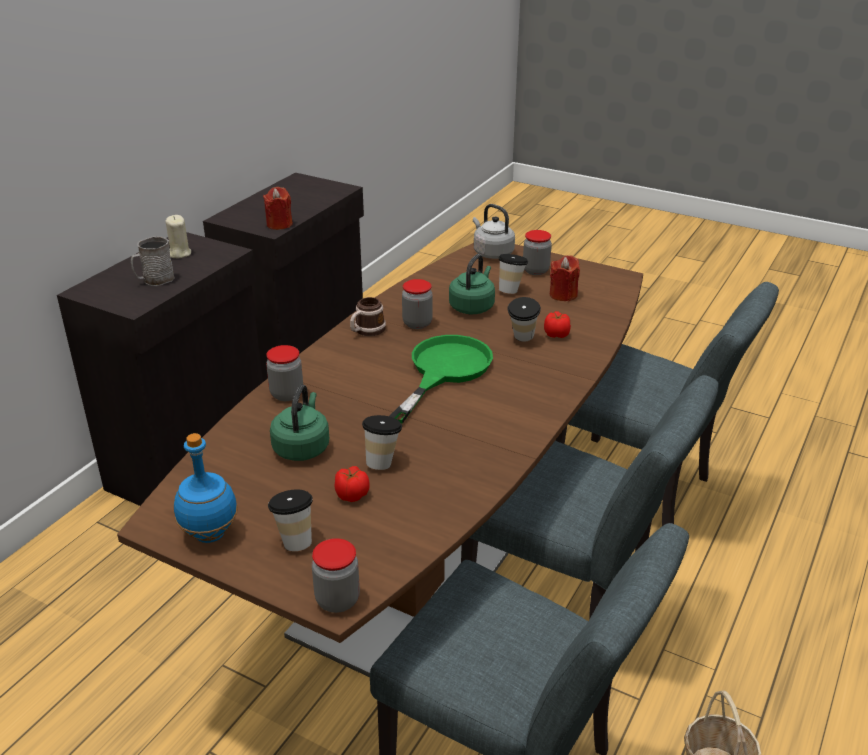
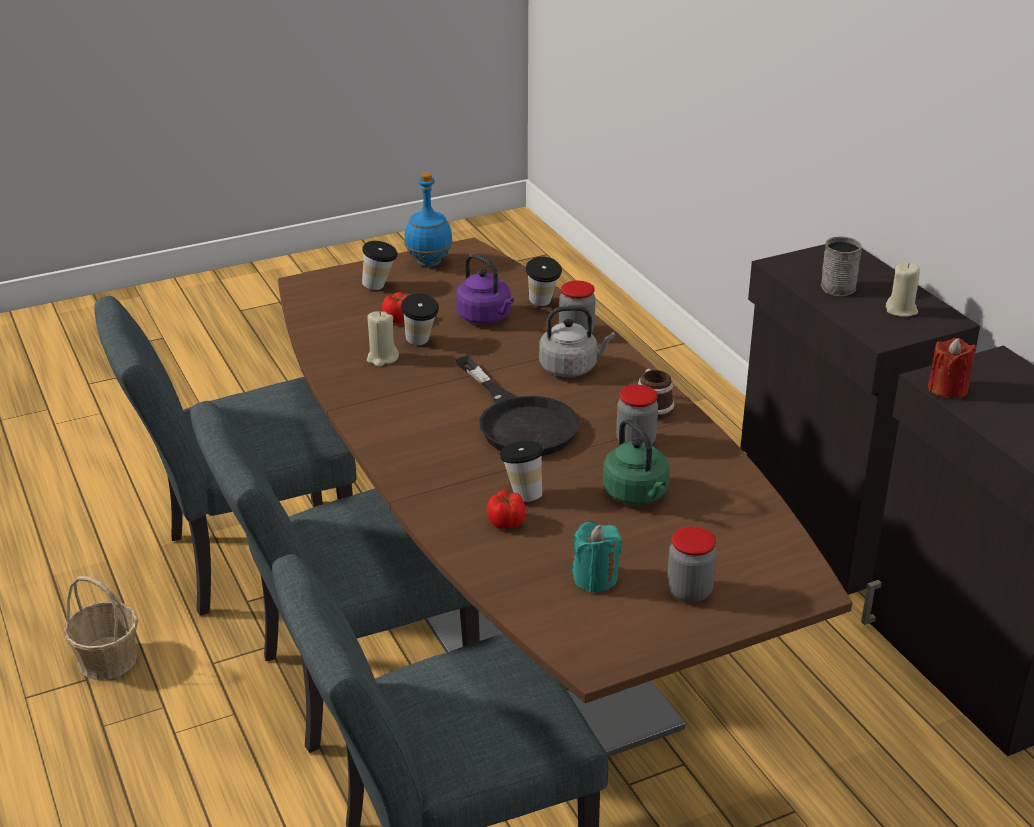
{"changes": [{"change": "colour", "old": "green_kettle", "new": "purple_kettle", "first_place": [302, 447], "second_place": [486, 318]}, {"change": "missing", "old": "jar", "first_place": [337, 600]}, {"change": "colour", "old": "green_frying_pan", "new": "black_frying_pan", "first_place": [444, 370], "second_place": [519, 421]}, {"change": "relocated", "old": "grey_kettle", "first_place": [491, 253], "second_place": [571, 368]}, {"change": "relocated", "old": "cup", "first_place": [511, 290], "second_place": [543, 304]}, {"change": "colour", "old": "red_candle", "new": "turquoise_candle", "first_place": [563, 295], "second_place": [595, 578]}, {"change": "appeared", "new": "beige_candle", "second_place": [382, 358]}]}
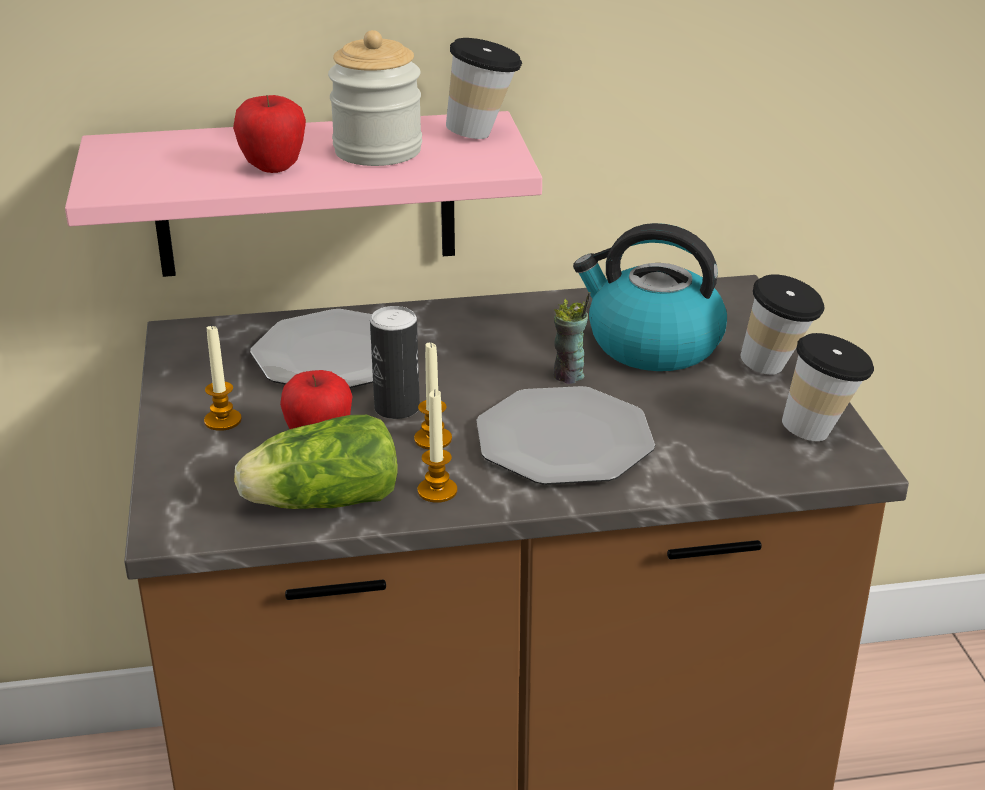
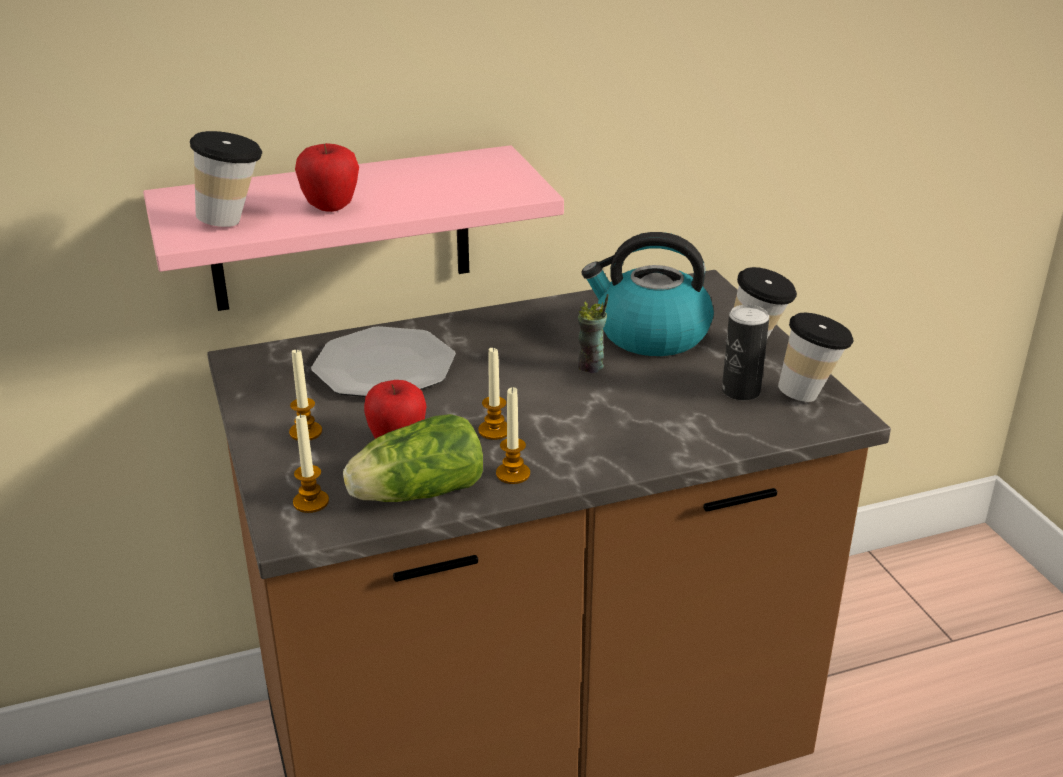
{"changes": [{"change": "missing", "old": "jar", "first_place": [378, 151]}, {"change": "relocated", "old": "can", "first_place": [397, 408], "second_place": [741, 391]}, {"change": "relocated", "old": "cup", "first_place": [483, 134], "second_place": [234, 221]}, {"change": "missing", "old": "plate", "first_place": [564, 440]}, {"change": "appeared", "new": "candle", "second_place": [311, 502]}]}
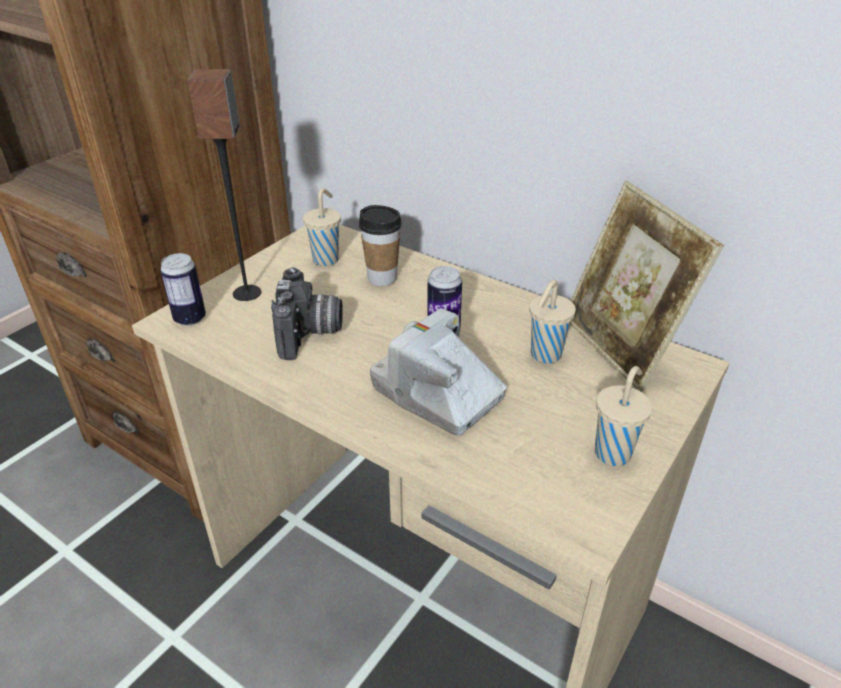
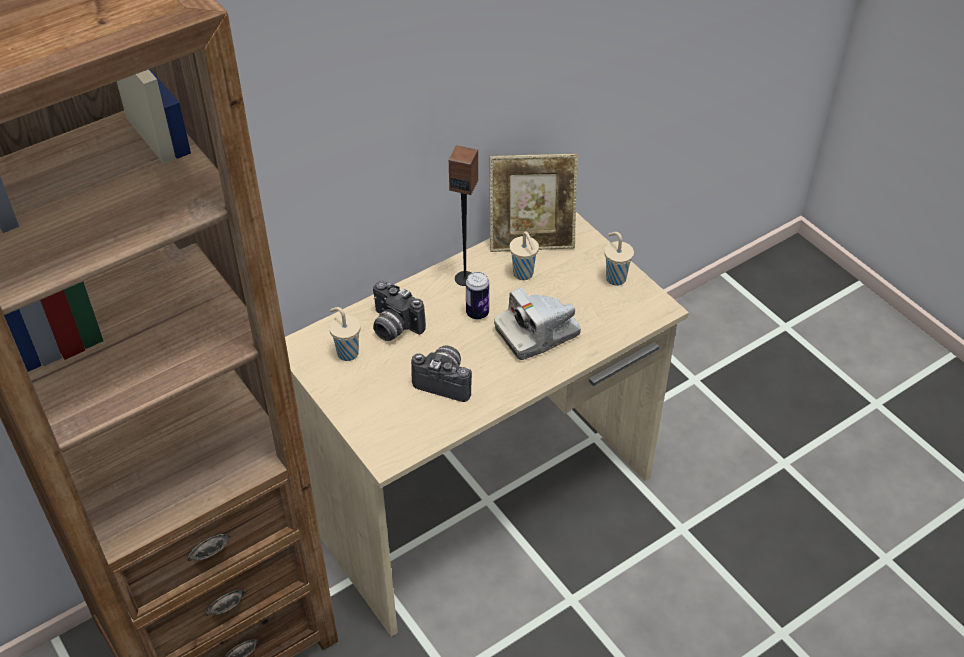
{"changes": [{"change": "missing", "old": "can", "first_place": [190, 319]}, {"change": "relocated", "old": "speaker", "first_place": [247, 293], "second_place": [465, 278]}, {"change": "exchanged", "old": "cup", "new": "photo_camera", "first_place": [382, 278], "second_place": [393, 327]}]}
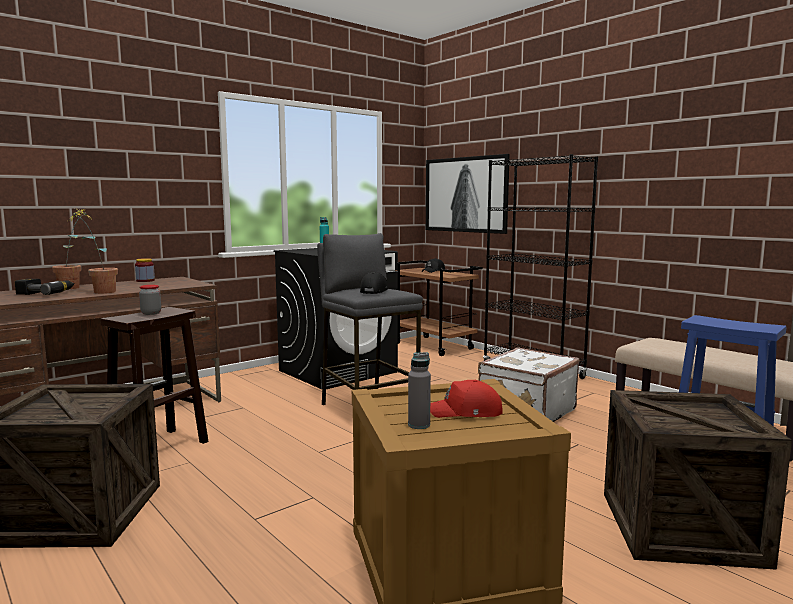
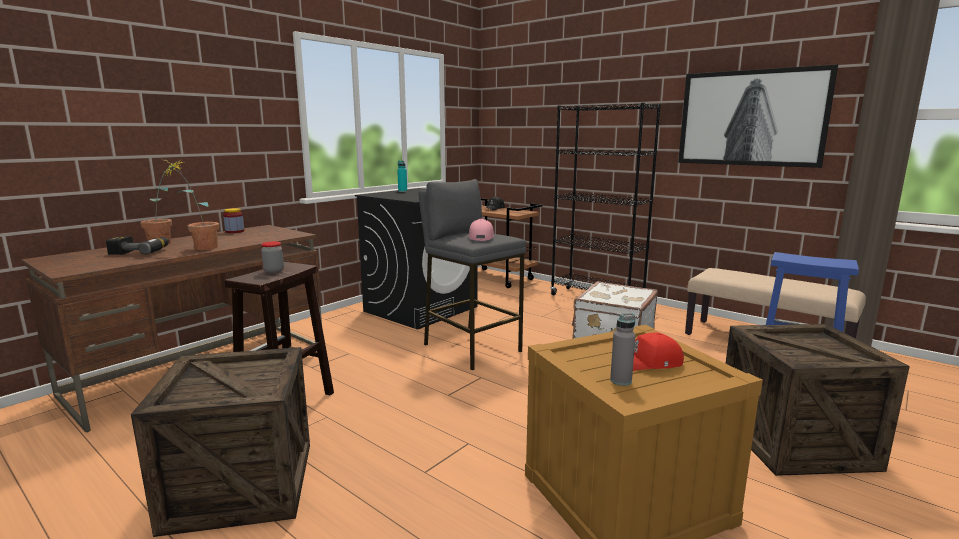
{"changes": [{"change": "colour", "old": "black_cap", "new": "pink_cap", "first_place": [373, 291], "second_place": [480, 237]}, {"change": "relocated", "old": "picture", "first_place": [466, 194], "second_place": [751, 118]}]}
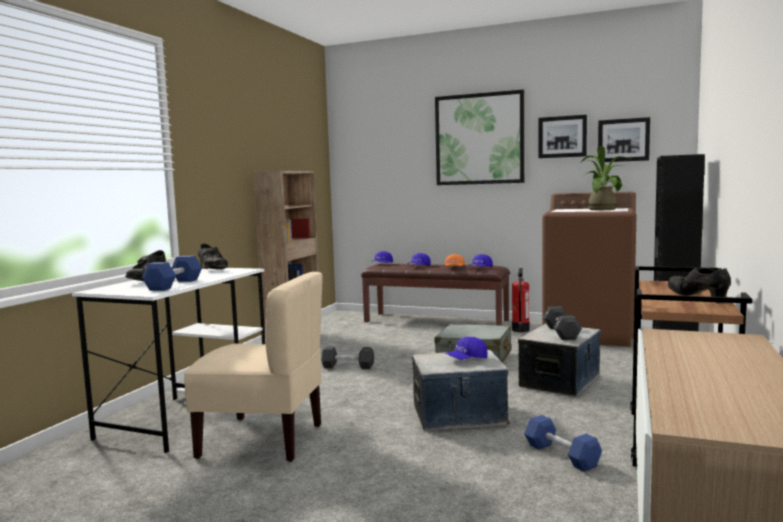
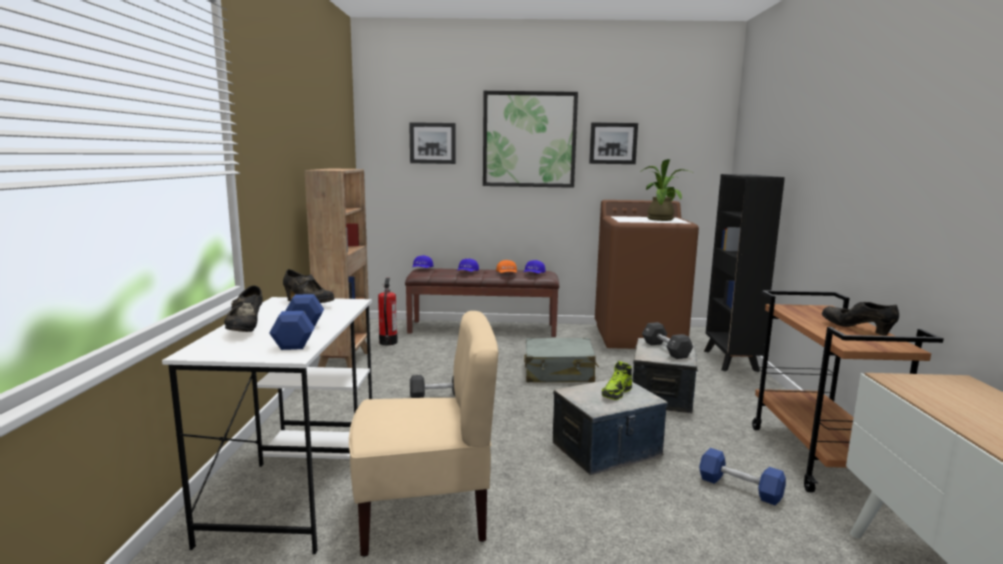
{"changes": [{"change": "exchanged", "old": "blue_cap", "new": "shoe", "first_place": [466, 359], "second_place": [617, 393]}, {"change": "relocated", "old": "fire_extinguisher", "first_place": [520, 330], "second_place": [388, 342]}, {"change": "relocated", "old": "picture", "first_place": [623, 140], "second_place": [433, 143]}]}
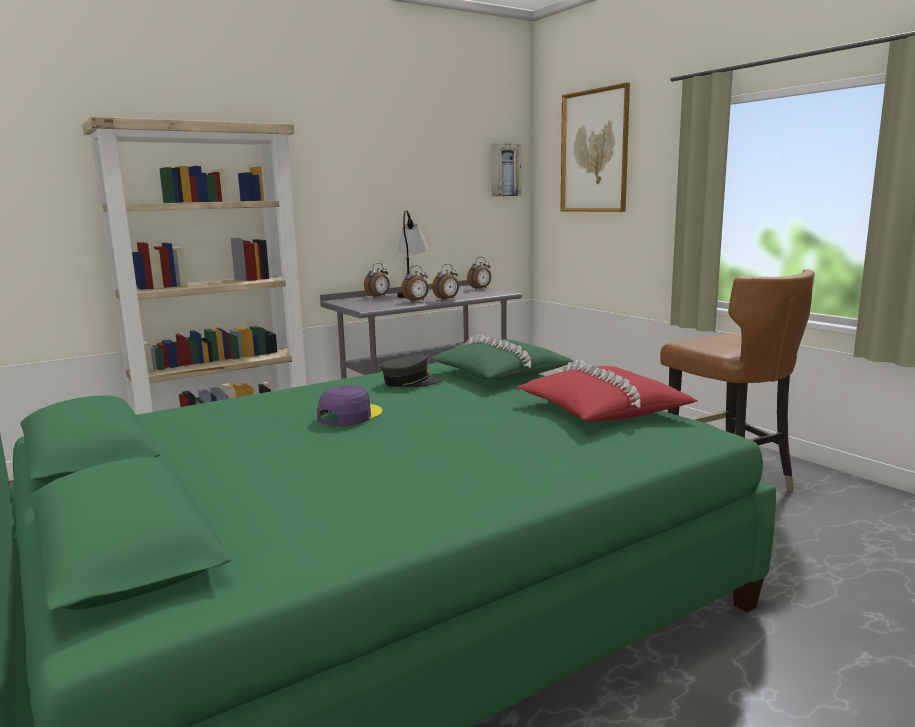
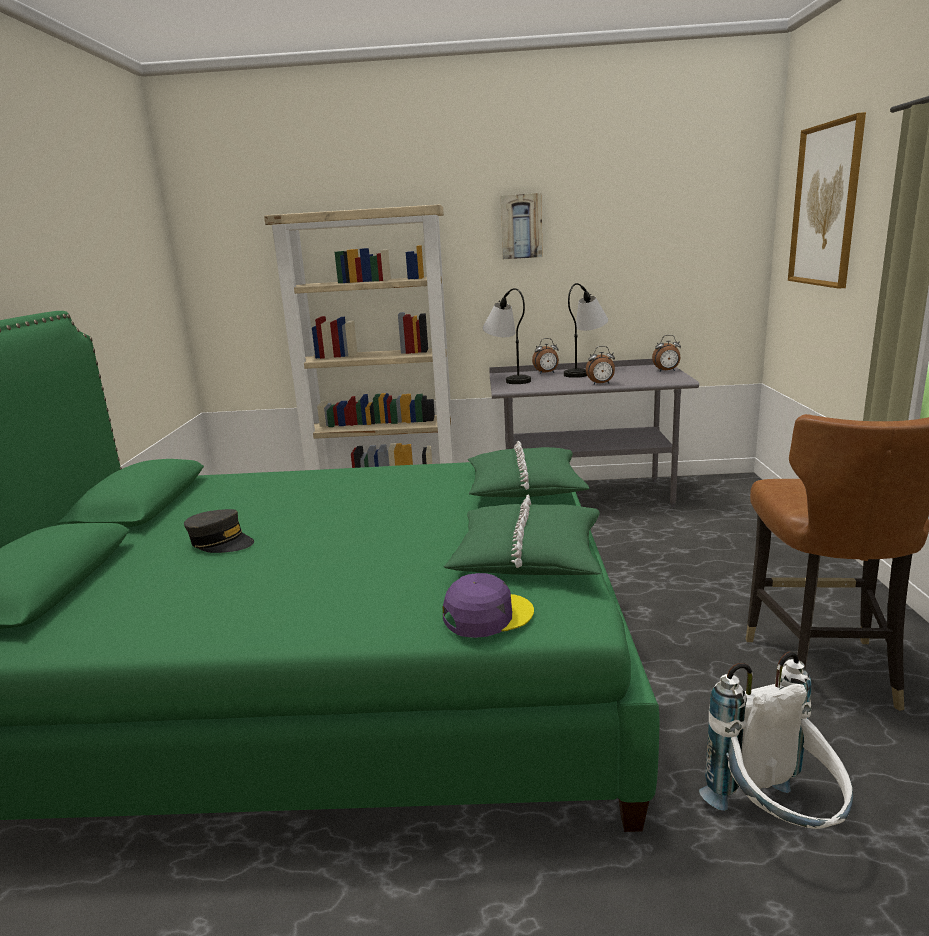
{"changes": [{"change": "relocated", "old": "purple_cap", "first_place": [349, 415], "second_place": [487, 615]}, {"change": "relocated", "old": "grey_cap", "first_place": [411, 382], "second_place": [221, 542]}, {"change": "missing", "old": "alarm_clock", "first_place": [416, 301]}, {"change": "relocated", "old": "picture", "first_place": [504, 170], "second_place": [521, 226]}, {"change": "colour", "old": "red_pillow", "new": "green_pillow", "first_place": [601, 410], "second_place": [527, 555]}, {"change": "appeared", "new": "table_lamp", "second_place": [508, 379]}, {"change": "appeared", "new": "white_backpack", "second_place": [776, 822]}]}
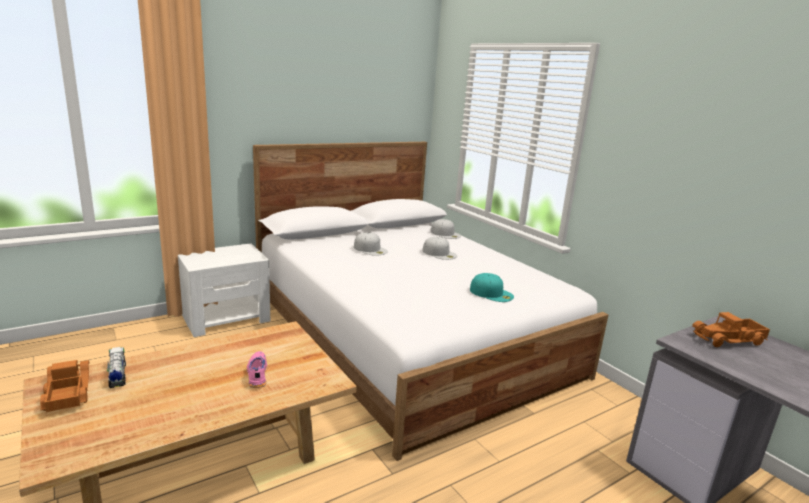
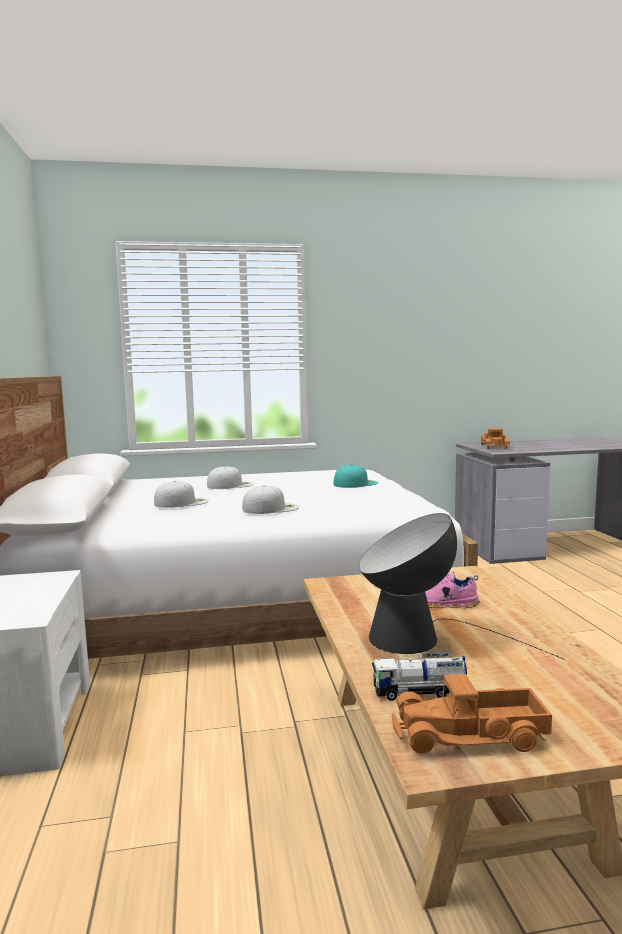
{"changes": [{"change": "relocated", "old": "white_cap", "first_place": [446, 234], "second_place": [271, 508]}, {"change": "appeared", "new": "table_lamp", "second_place": [416, 638]}]}
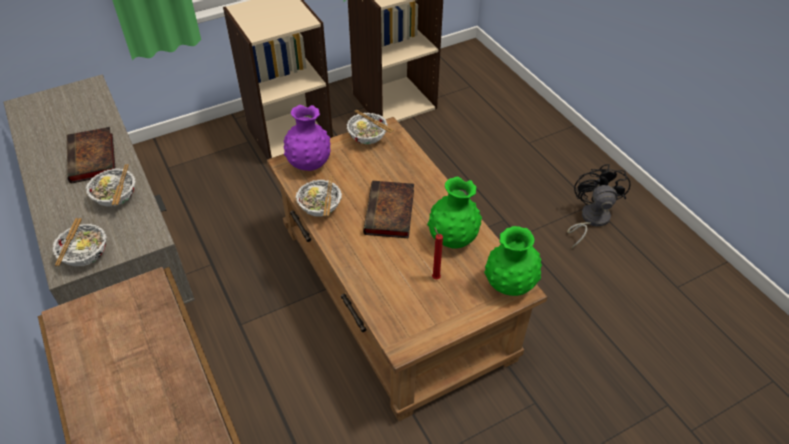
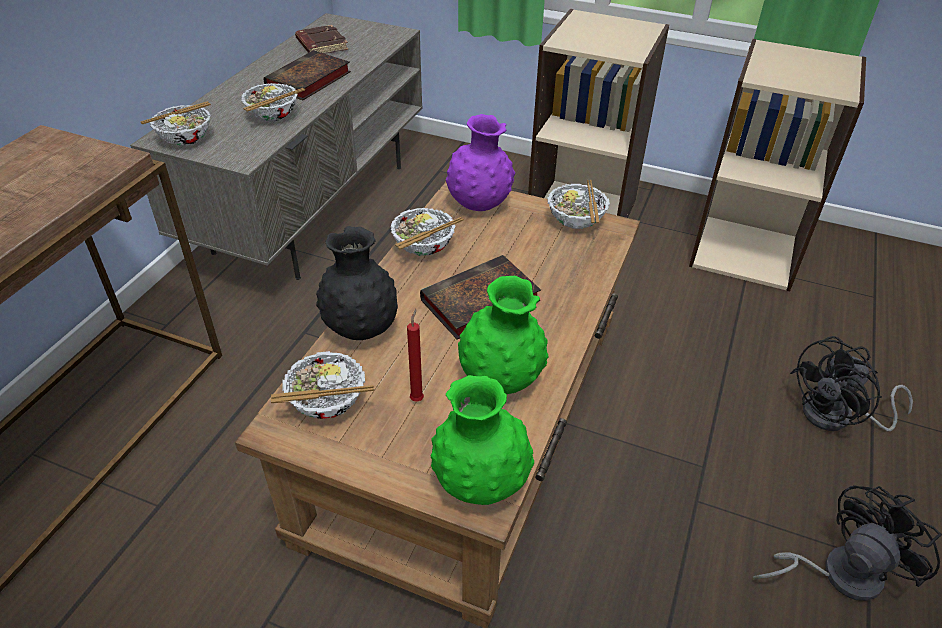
{"changes": [{"change": "appeared", "new": "bowl", "second_place": [327, 403]}, {"change": "appeared", "new": "brown_book", "second_place": [321, 45]}, {"change": "appeared", "new": "black_vase", "second_place": [361, 329]}, {"change": "appeared", "new": "black_fan", "second_place": [837, 417]}]}
